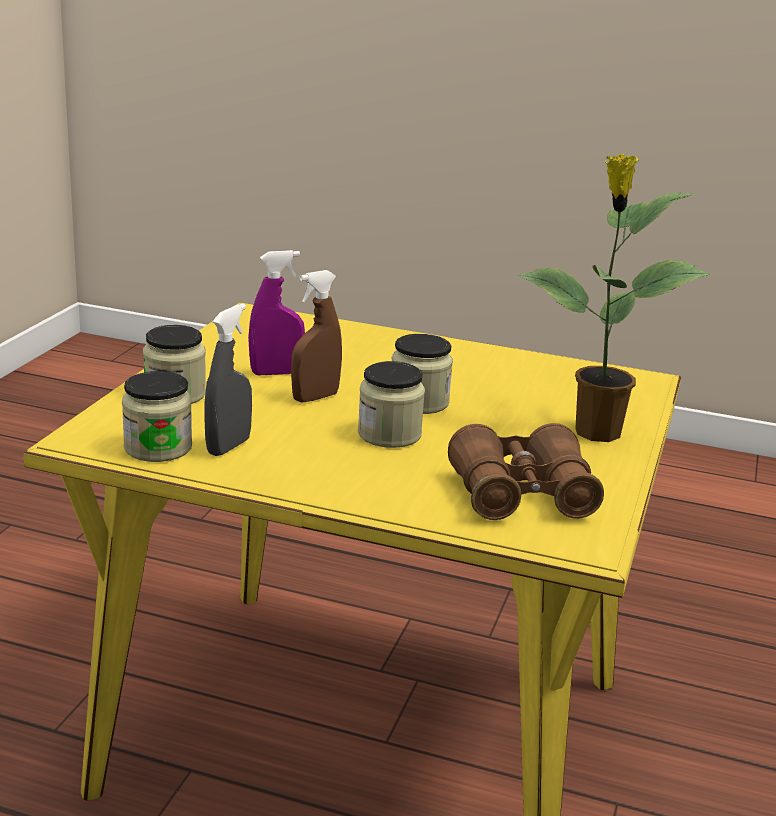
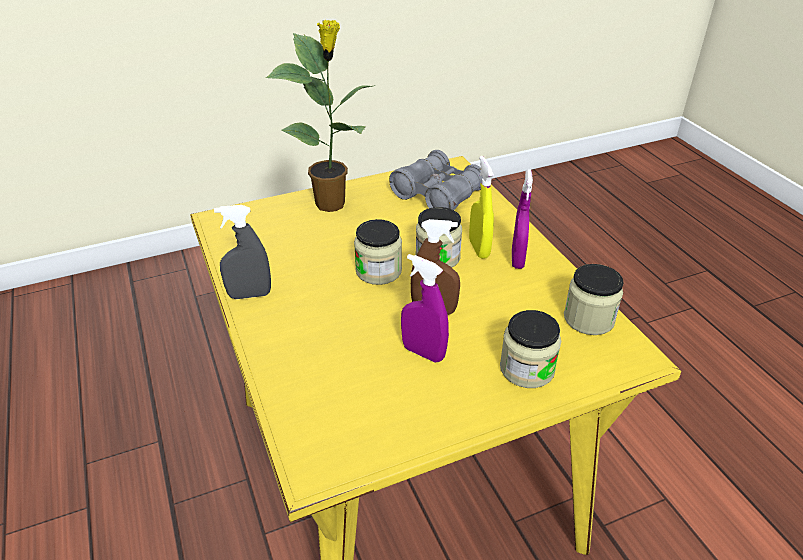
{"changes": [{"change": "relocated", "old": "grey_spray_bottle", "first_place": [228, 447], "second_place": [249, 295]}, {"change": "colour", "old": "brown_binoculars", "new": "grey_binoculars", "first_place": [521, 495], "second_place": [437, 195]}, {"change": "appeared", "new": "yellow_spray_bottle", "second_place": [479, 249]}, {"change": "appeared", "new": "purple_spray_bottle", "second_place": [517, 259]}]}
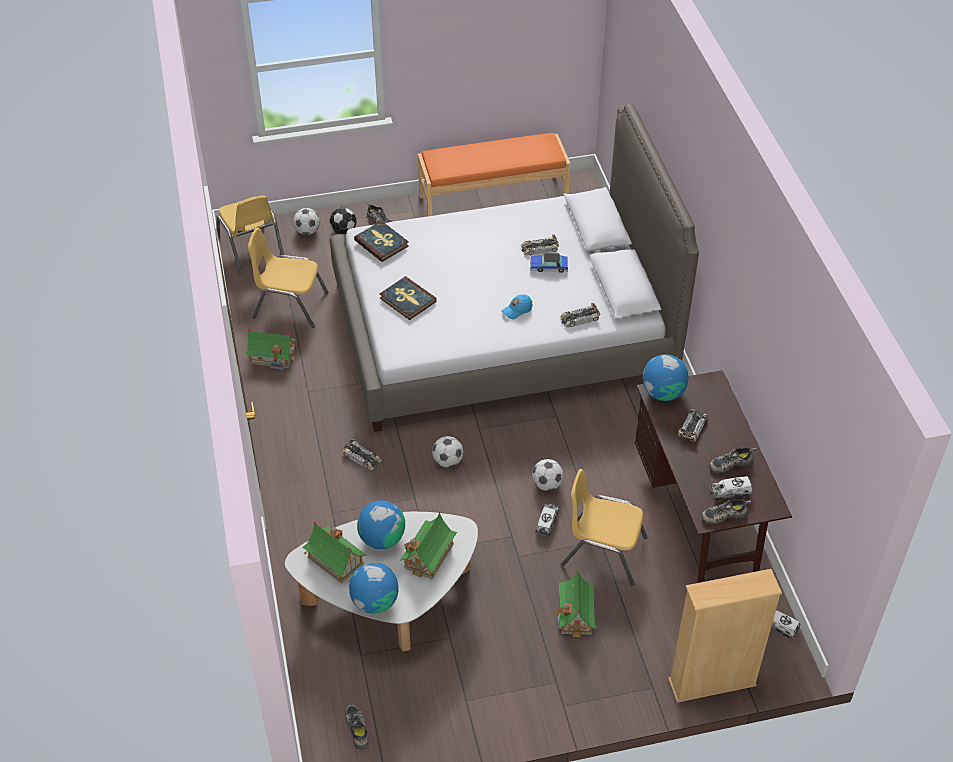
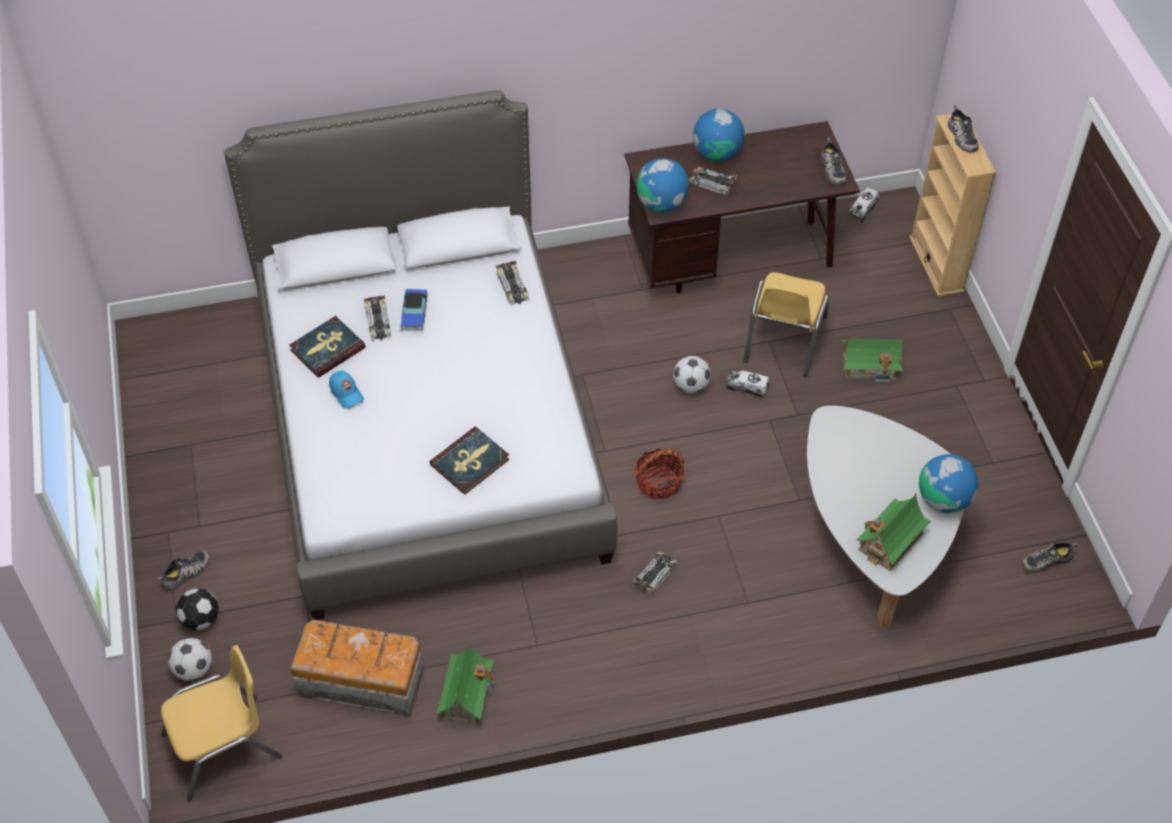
{"changes": [{"change": "exchanged", "old": "yellow_chair", "new": "storage_box", "first_place": [290, 305], "second_place": [360, 680]}, {"change": "relocated", "old": "book", "first_place": [382, 243], "second_place": [327, 349]}, {"change": "relocated", "old": "globe", "first_place": [382, 539], "second_place": [717, 153]}, {"change": "missing", "old": "toy_house", "first_place": [428, 556]}, {"change": "missing", "old": "orange_bench", "first_place": [493, 199]}, {"change": "exchanged", "old": "football", "new": "basket", "first_place": [448, 461], "second_place": [658, 482]}, {"change": "relocated", "old": "blue_cap", "first_place": [517, 310], "second_place": [346, 393]}, {"change": "relocated", "old": "shoe", "first_place": [730, 463], "second_place": [961, 136]}, {"change": "missing", "old": "toy_truck", "first_place": [730, 493]}]}
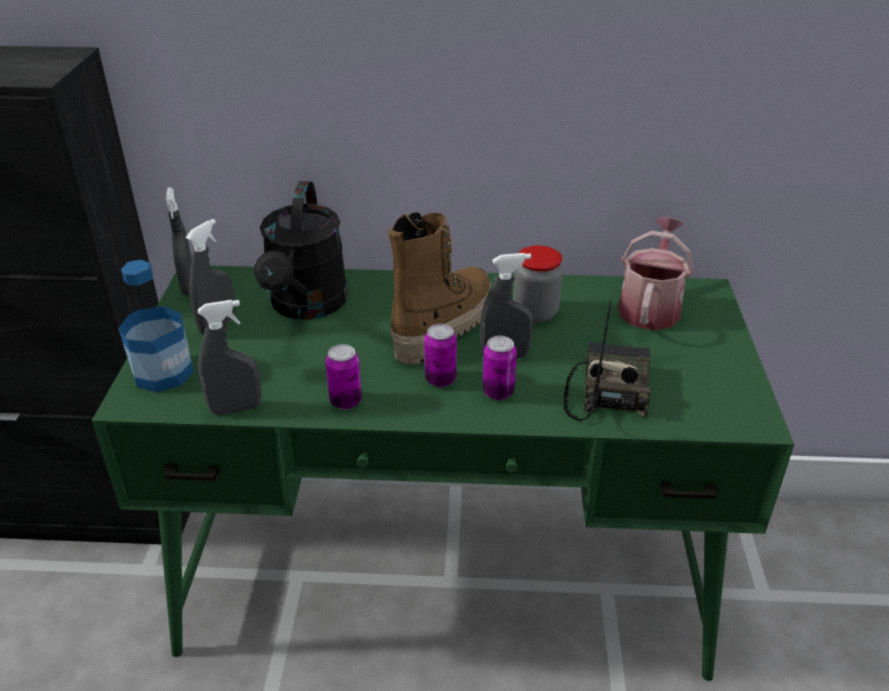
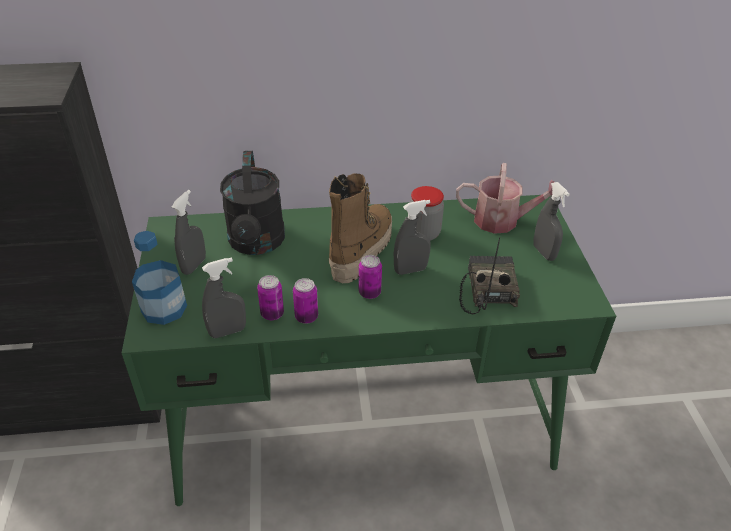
{"changes": [{"change": "relocated", "old": "grey_spray_bottle", "first_place": [188, 286], "second_place": [544, 252]}, {"change": "relocated", "old": "can", "first_place": [498, 392], "second_place": [272, 314]}, {"change": "spun", "old": "watering_can", "first_place": [650, 306], "second_place": [502, 221], "degrees": 90}]}
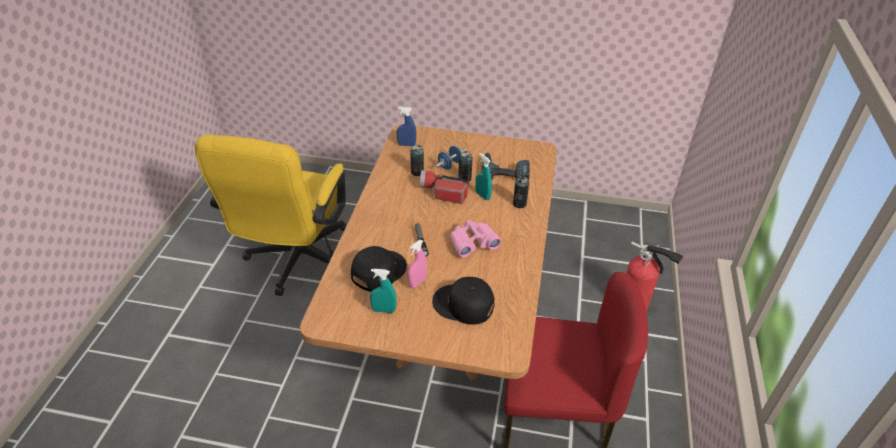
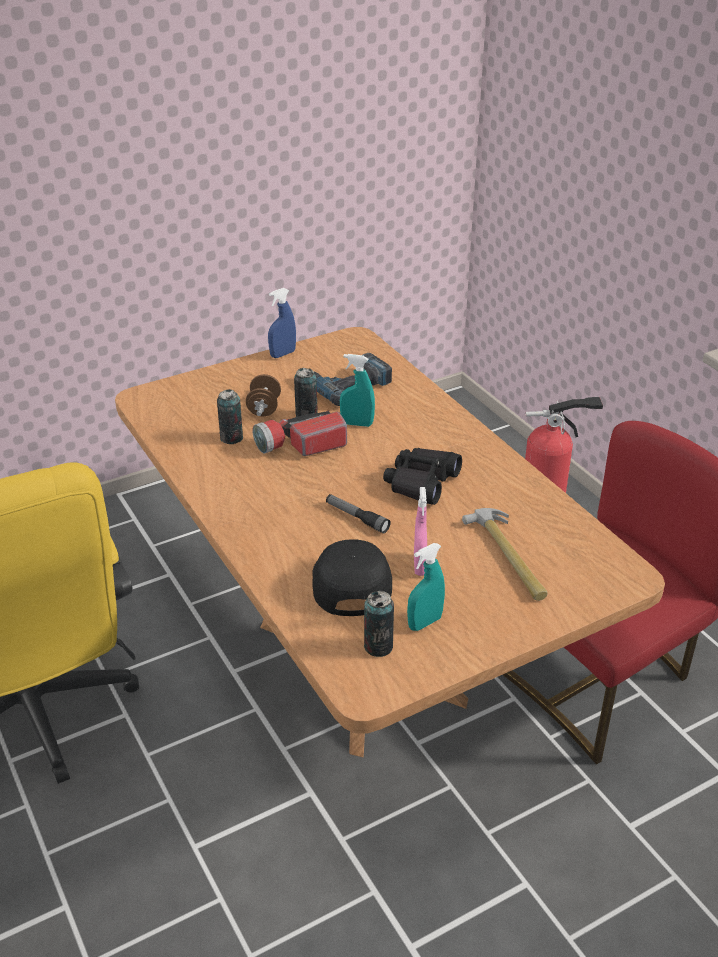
{"changes": [{"change": "relocated", "old": "blue_spray_bottle", "first_place": [406, 145], "second_place": [282, 354]}, {"change": "exchanged", "old": "black_cap", "new": "hammer", "first_place": [463, 305], "second_place": [508, 557]}, {"change": "colour", "old": "blue_dumbbell", "new": "brown_dumbbell", "first_place": [450, 165], "second_place": [264, 408]}, {"change": "colour", "old": "pink_binoculars", "new": "black_binoculars", "first_place": [473, 243], "second_place": [421, 482]}, {"change": "relocated", "old": "can", "first_place": [519, 204], "second_place": [378, 646]}]}
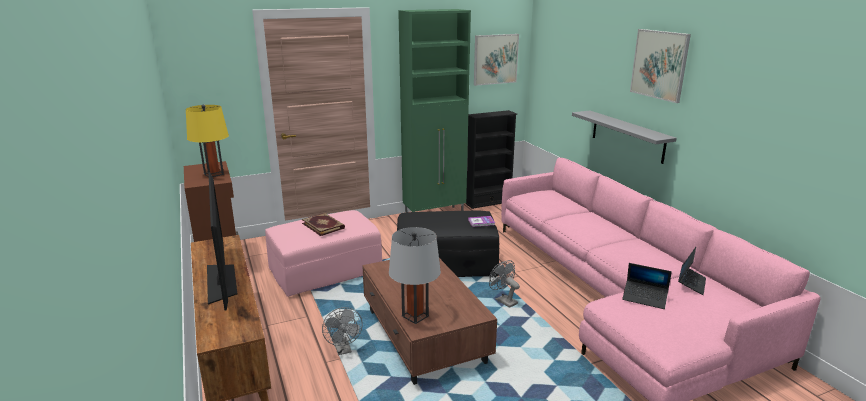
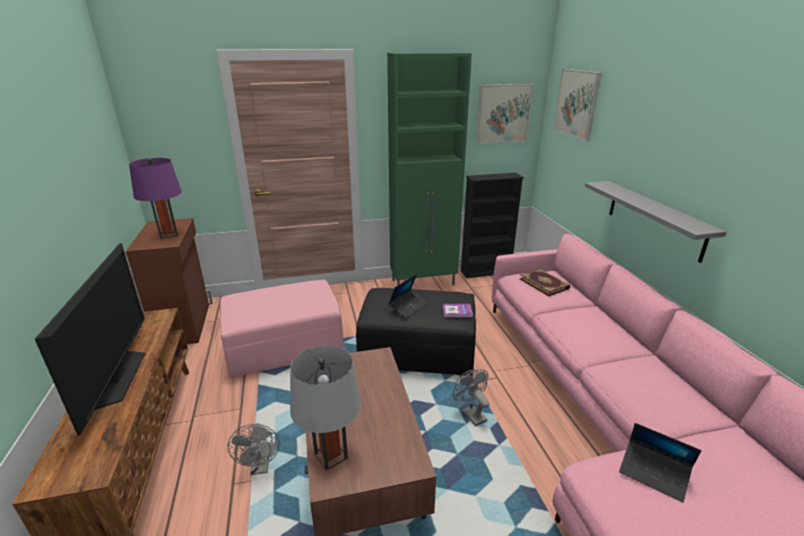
{"changes": [{"change": "colour", "old": "yellow_table_lamp", "new": "purple_table_lamp", "first_place": [213, 174], "second_place": [168, 234]}, {"change": "relocated", "old": "book", "first_place": [323, 225], "second_place": [544, 283]}, {"change": "relocated", "old": "picture", "first_place": [659, 64], "second_place": [576, 103]}, {"change": "relocated", "old": "laptop", "first_place": [691, 283], "second_place": [408, 307]}]}
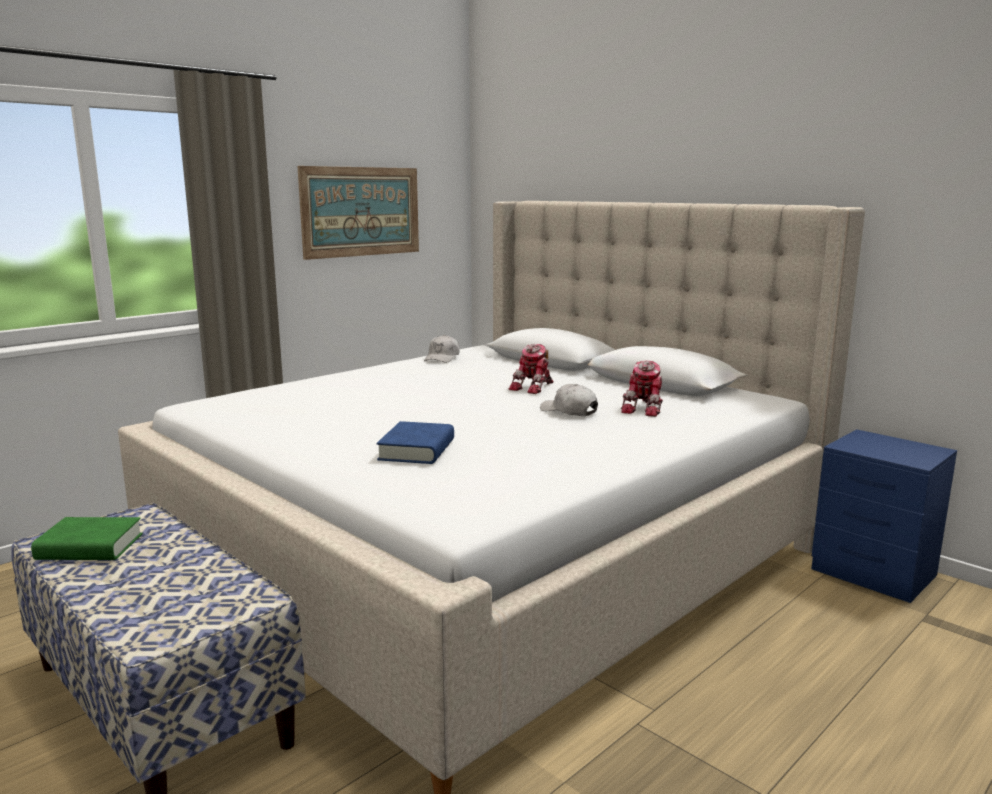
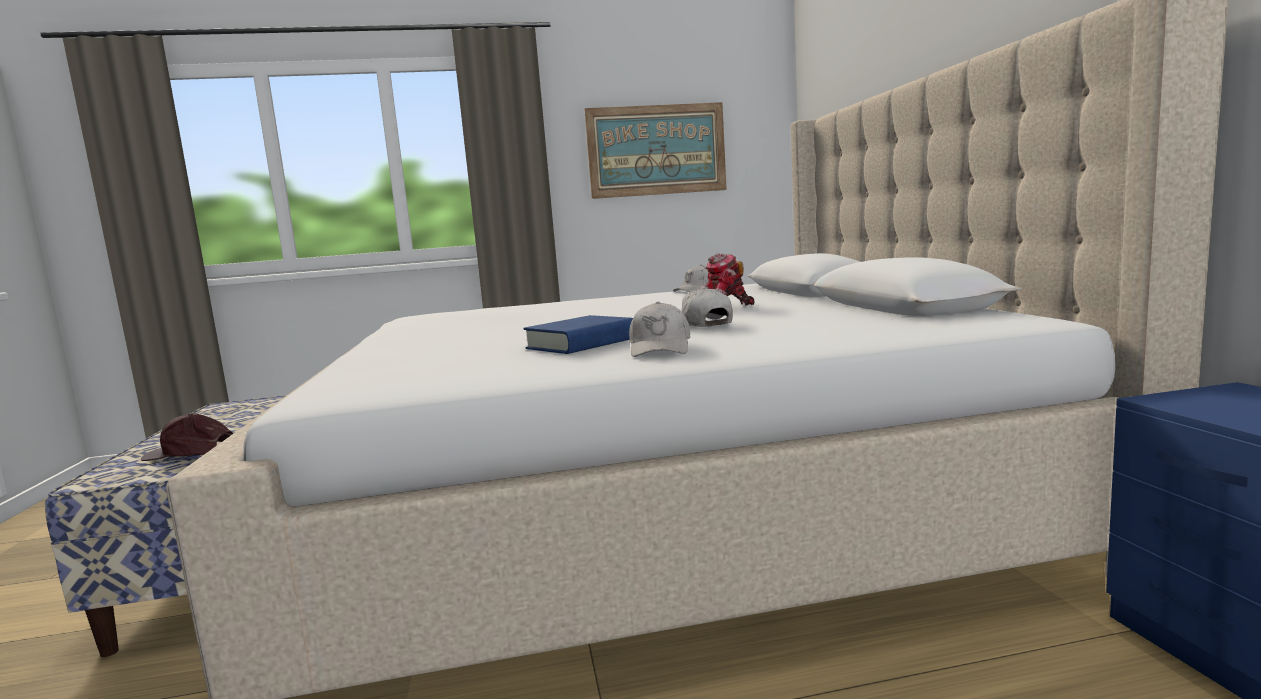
{"changes": [{"change": "missing", "old": "green_book", "first_place": [90, 547]}, {"change": "relocated", "old": "blue_book", "first_place": [417, 450], "second_place": [581, 344]}, {"change": "missing", "old": "toy_robot", "first_place": [645, 409]}, {"change": "appeared", "new": "brown_cap", "second_place": [192, 453]}, {"change": "appeared", "new": "white_cap", "second_place": [660, 348]}]}
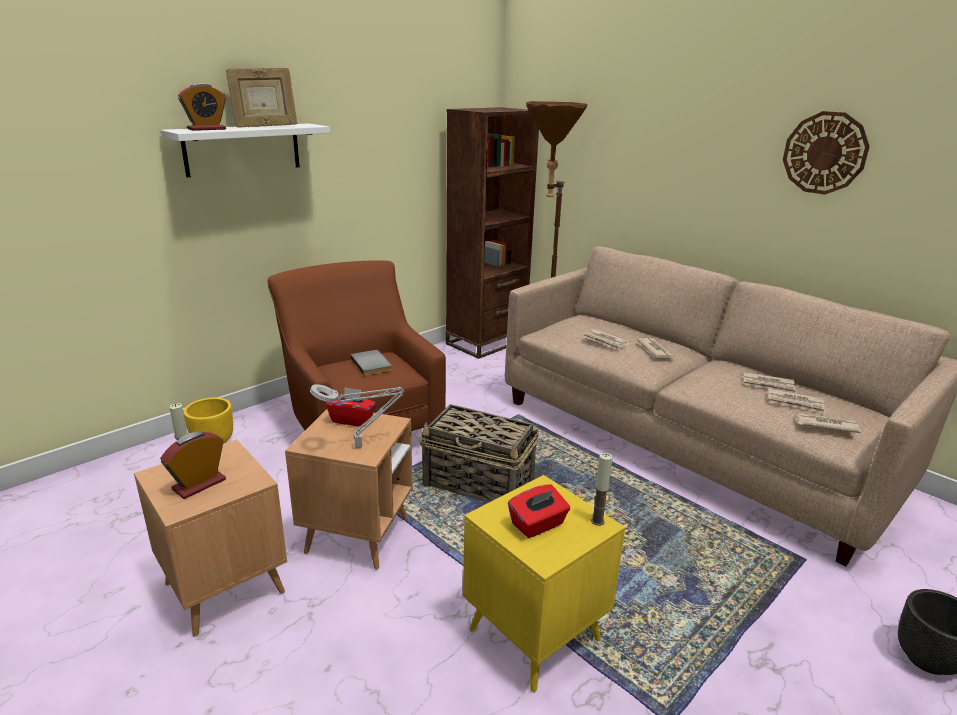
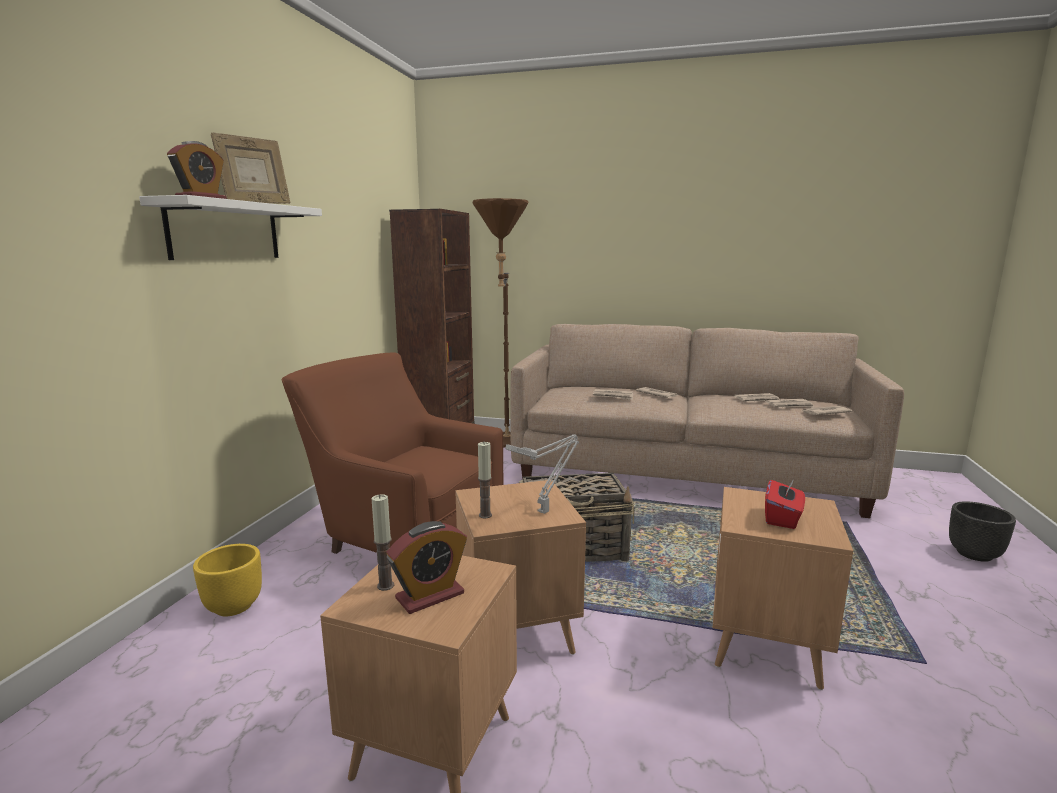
{"changes": [{"change": "spun", "old": "alarm_clock", "first_place": [199, 484], "second_place": [430, 596], "degrees": -135}, {"change": "missing", "old": "red_tissue_box", "first_place": [352, 420]}, {"change": "missing", "old": "grey_book", "first_place": [372, 364]}, {"change": "colour", "old": "yellow_side_table", "new": "brown_side_table", "first_place": [534, 635], "second_place": [765, 646]}, {"change": "relocated", "old": "candle", "first_place": [597, 521], "second_place": [485, 515]}, {"change": "missing", "old": "wall_clock", "first_place": [824, 153]}]}
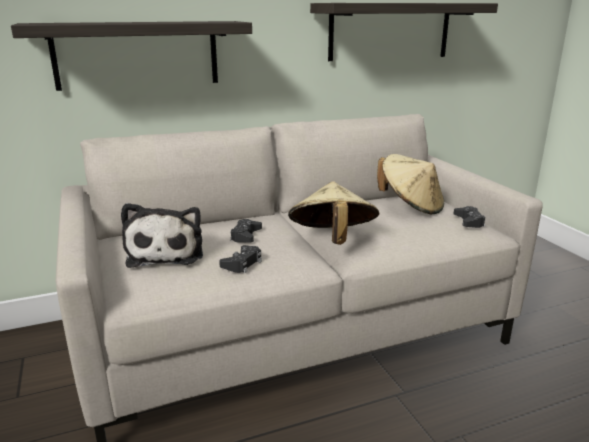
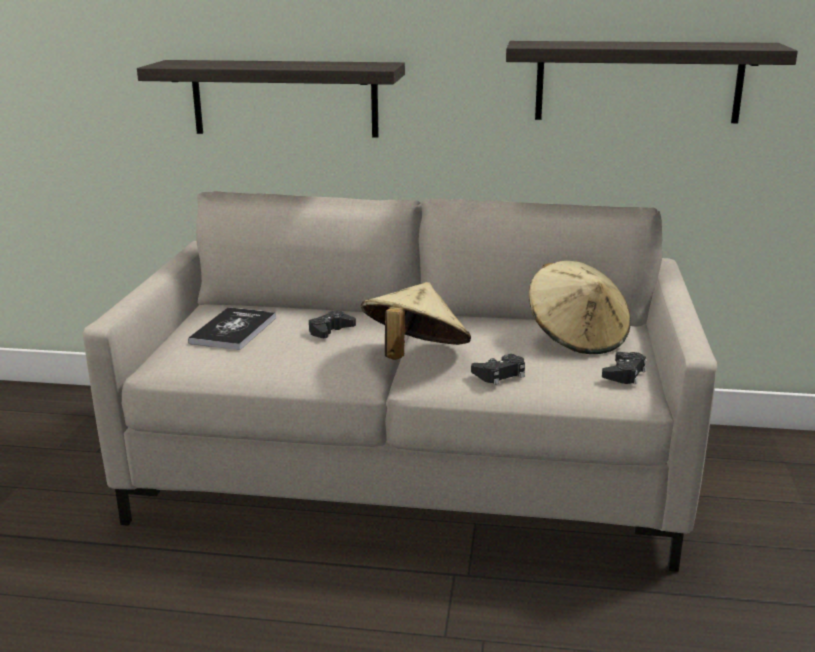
{"changes": [{"change": "exchanged", "old": "plush_toy", "new": "book", "first_place": [166, 252], "second_place": [233, 330]}, {"change": "relocated", "old": "black_game_controller", "first_place": [242, 263], "second_place": [500, 374]}]}
